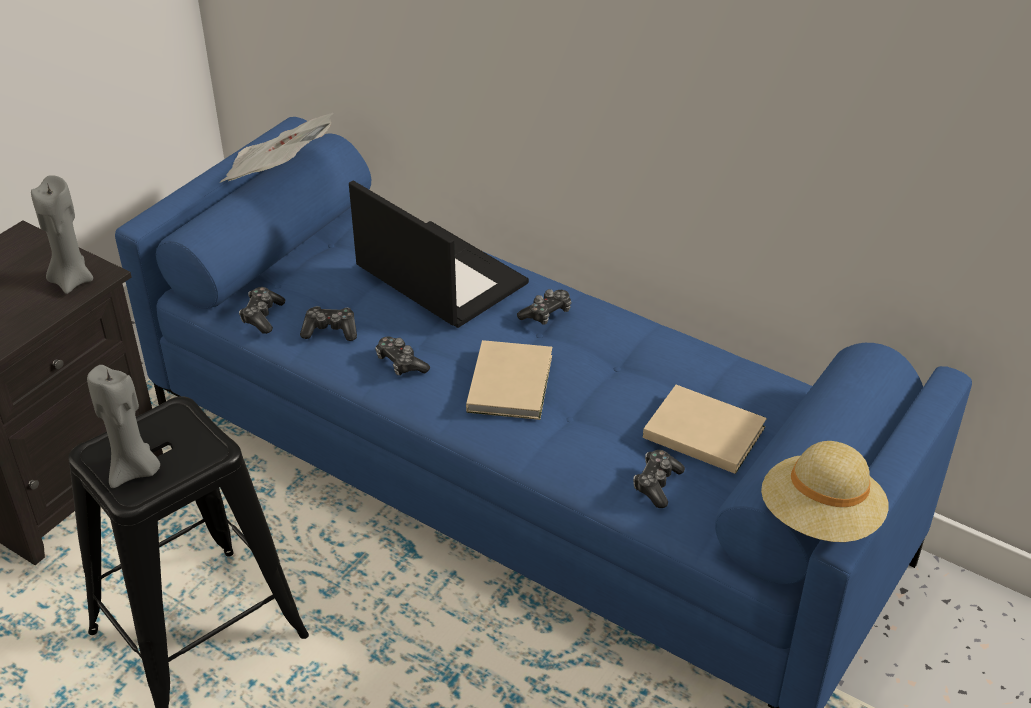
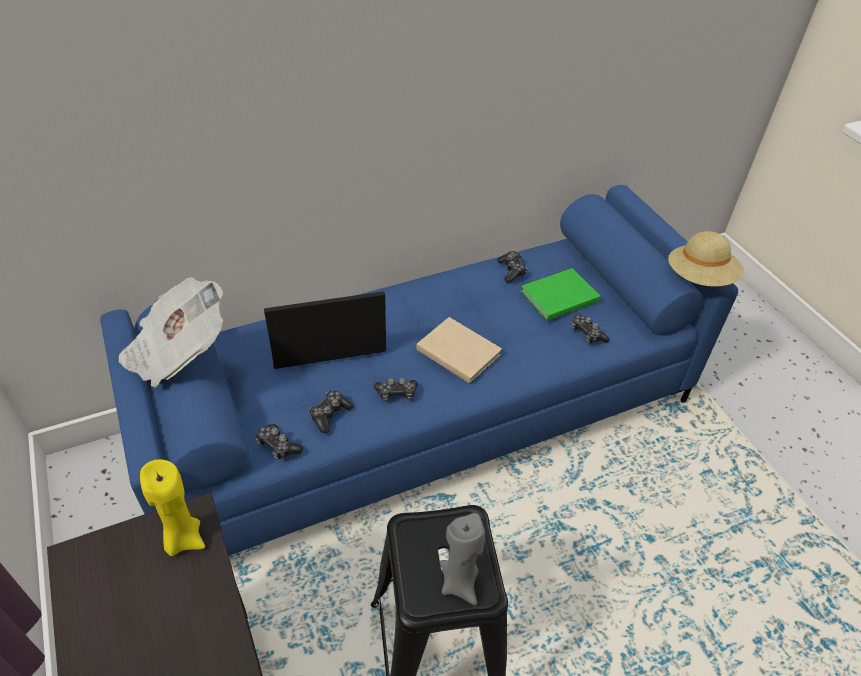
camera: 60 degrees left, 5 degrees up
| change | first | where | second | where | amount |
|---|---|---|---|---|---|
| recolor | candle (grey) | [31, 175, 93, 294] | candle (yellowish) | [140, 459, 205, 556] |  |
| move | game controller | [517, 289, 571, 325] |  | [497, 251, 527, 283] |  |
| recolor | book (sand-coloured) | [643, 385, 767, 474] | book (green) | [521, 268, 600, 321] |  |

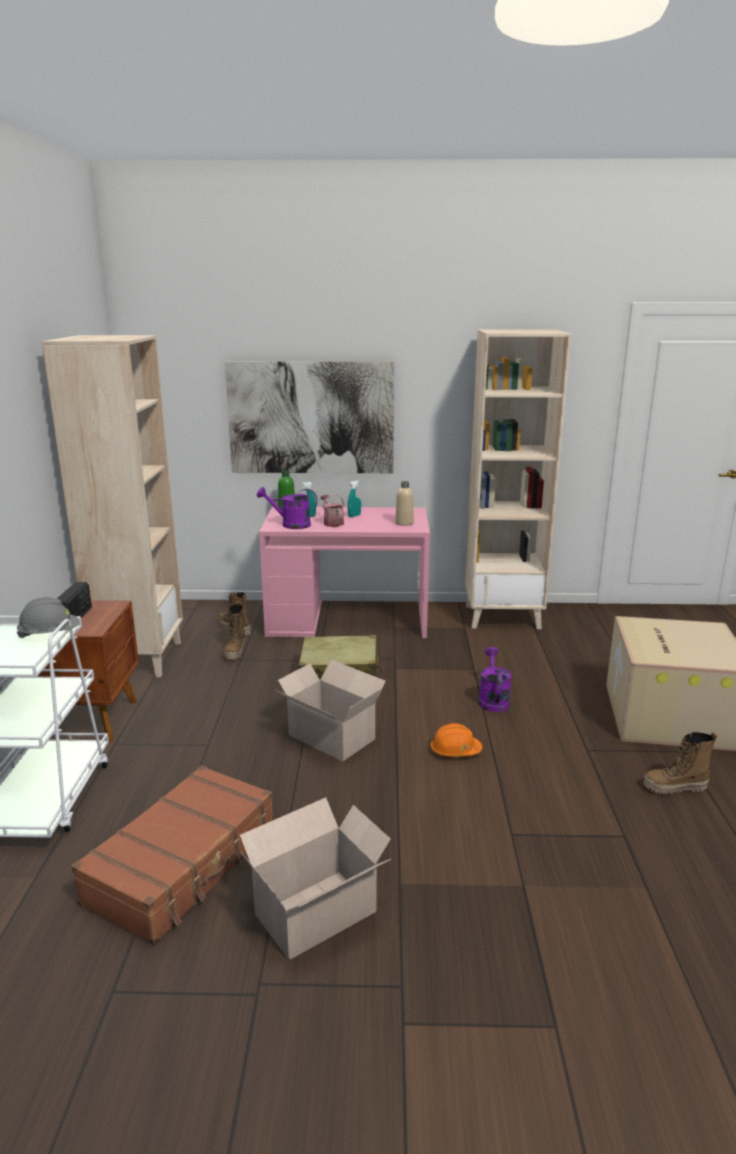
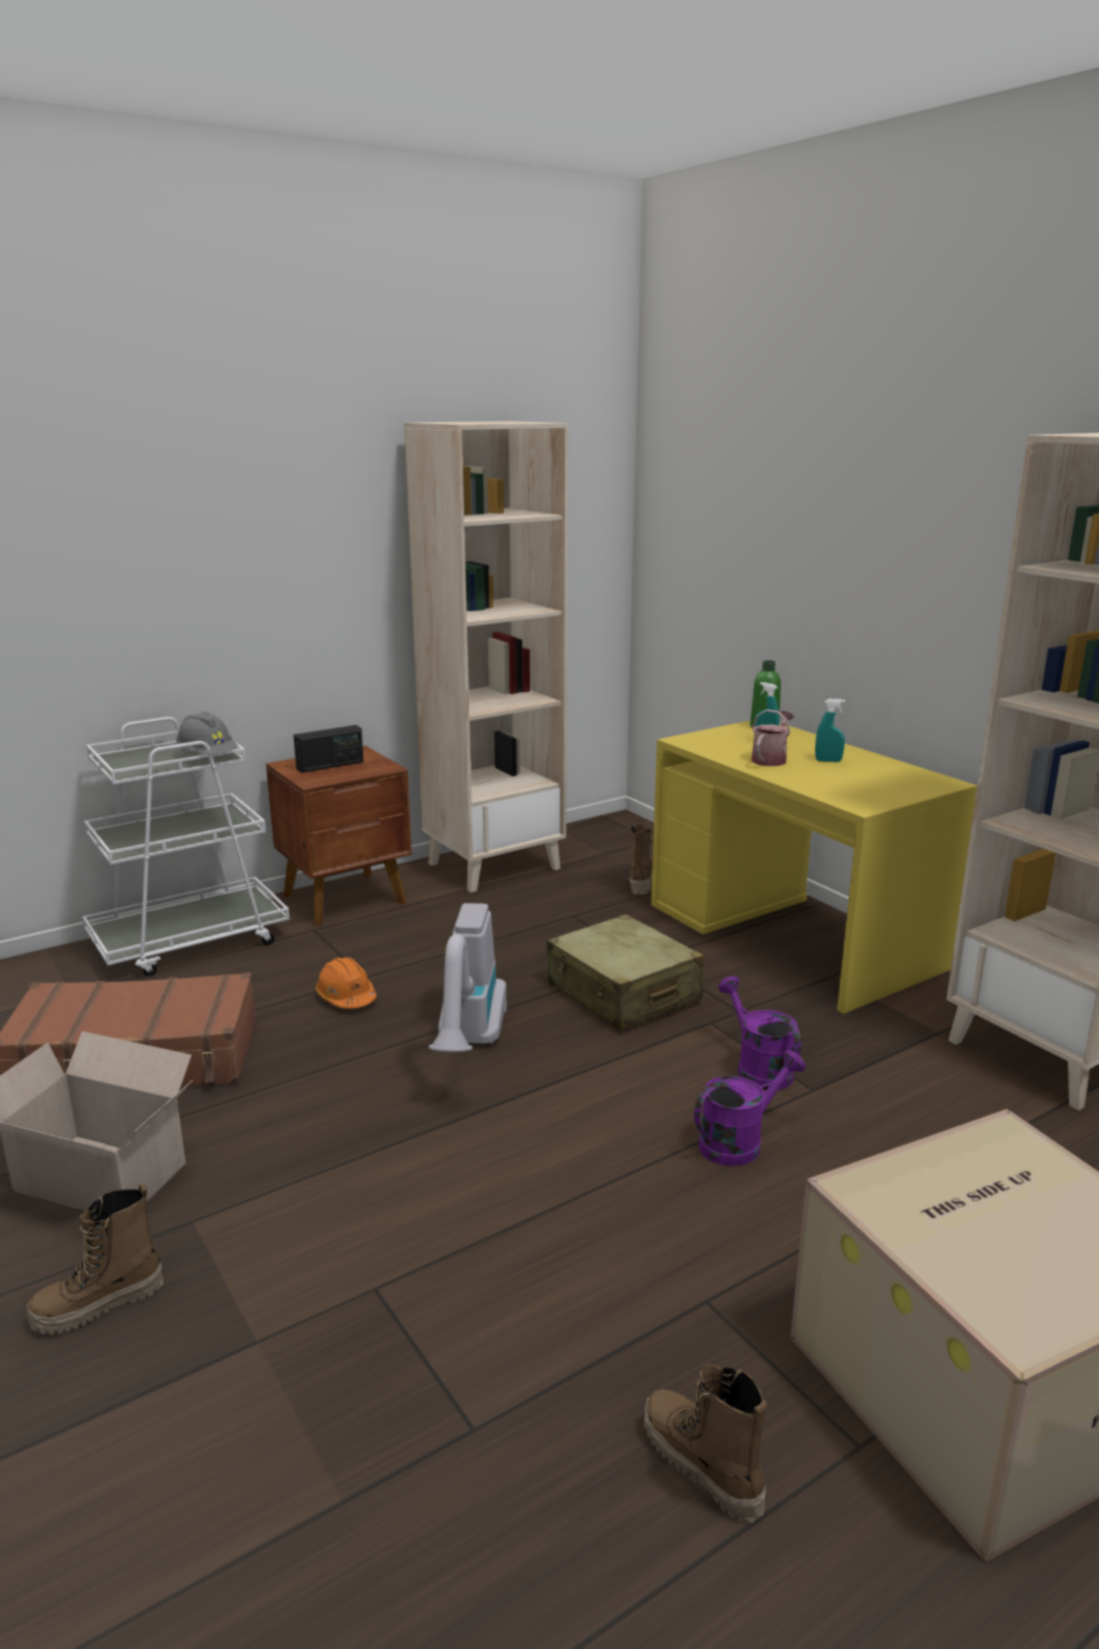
camera: 55 degrees right, 0 degrees up
| change | first | where | second | where | amount |
|---|---|---|---|---|---|
| delete | wall art | [225, 361, 395, 473] |  |  |  |
| delete | bottle (sand-coloured) | [395, 481, 414, 526] |  |  |  |
| move | watering pot (purple) | [257, 487, 317, 529] |  | [718, 976, 801, 1090] |  |
| recolor | desk table (pinkish) | [259, 507, 430, 638] | desk table (yellowish) | [651, 721, 977, 1014] |  |
| move | boot | [223, 601, 245, 659] |  | [27, 1183, 163, 1335] |  |
| replace | packing box | [274, 660, 386, 762] | hoover | [428, 903, 507, 1052] |  |
| move | work helmet (orange) | [430, 723, 483, 757] |  | [315, 957, 377, 1009] |  |

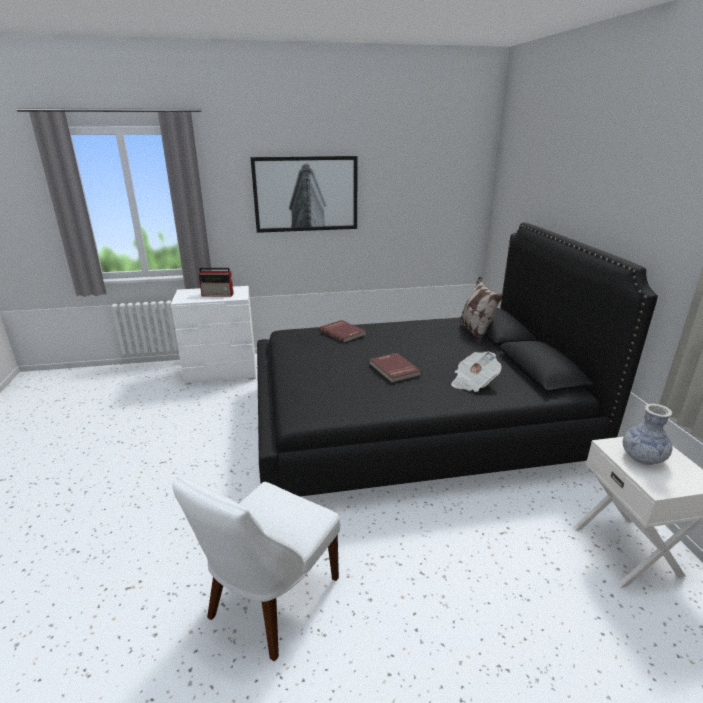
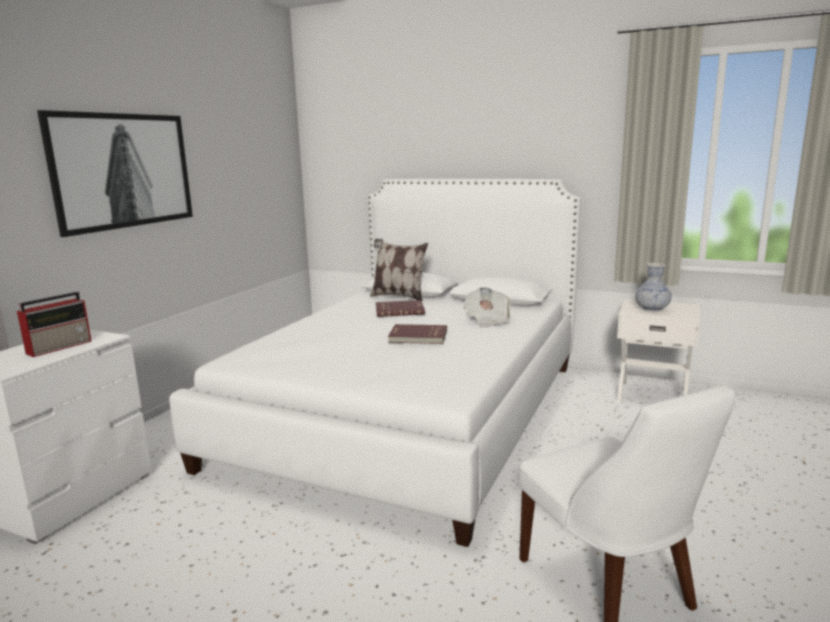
camera: 55 degrees left, 10 degrees down
| change | first | where | second | where | amount |
|---|---|---|---|---|---|
| recolor | sleeping bed (black) | [257, 222, 658, 497] | sleeping bed (whitish) | [169, 179, 581, 547] |  |
| move | book (reddish) | [319, 320, 366, 343] |  | [376, 300, 425, 317] |  |

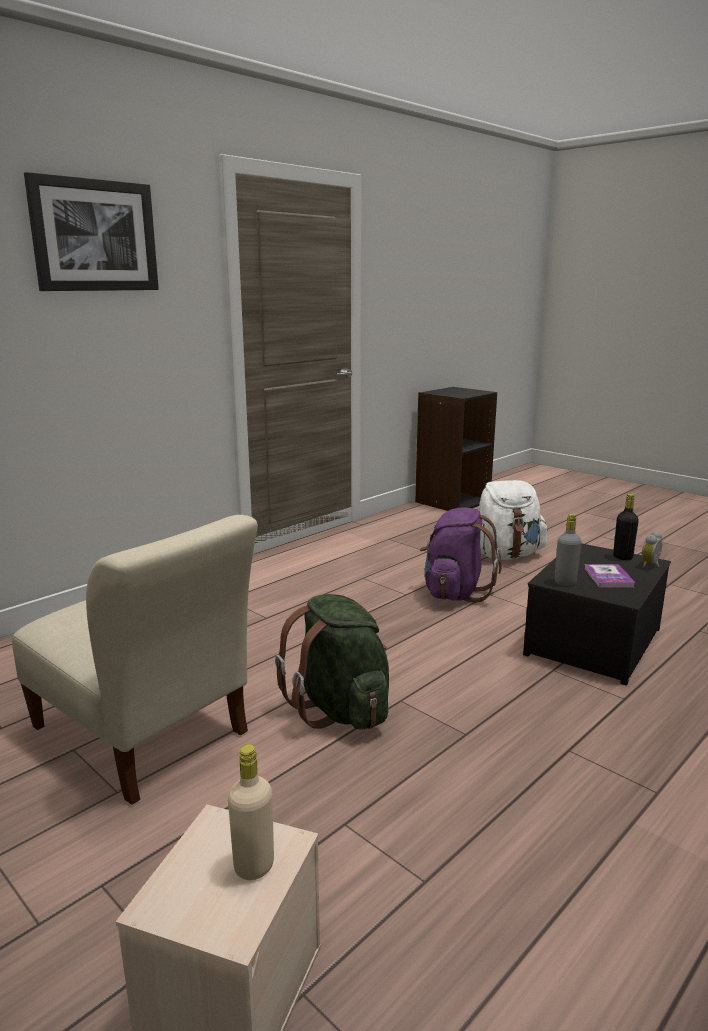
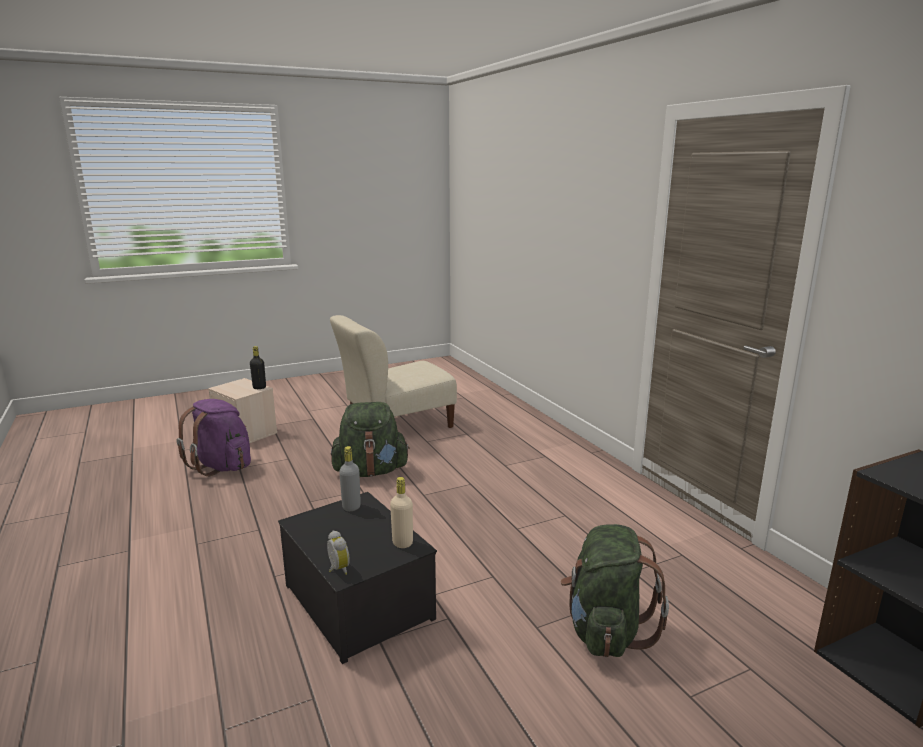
camera: 110 degrees right, 0 degrees up
| change | first | where | second | where | amount |
|---|---|---|---|---|---|
| delete | wall art | [24, 172, 159, 291] |  |  |  |
| recolor | backpack (whitish) | [479, 480, 548, 560] | backpack (green) | [560, 524, 669, 657] |  |
| move | bottle (black) | [613, 494, 639, 560] |  | [250, 346, 266, 389] |  |
| move | backpack (purple) | [420, 507, 502, 603] |  | [177, 399, 251, 476] |  |
| delete | book | [585, 564, 636, 587] |  |  |  |
| move | bottle (sand-coloured) | [228, 744, 274, 880] |  | [390, 477, 413, 548] |  |

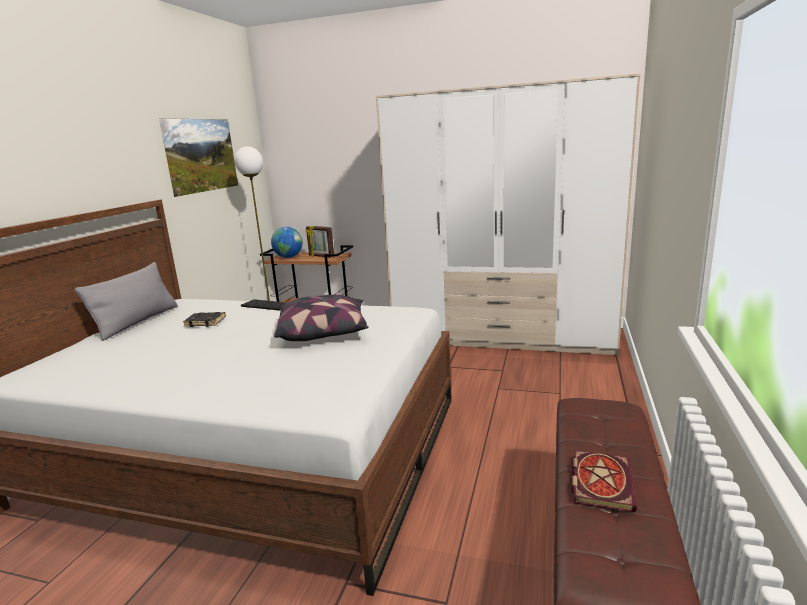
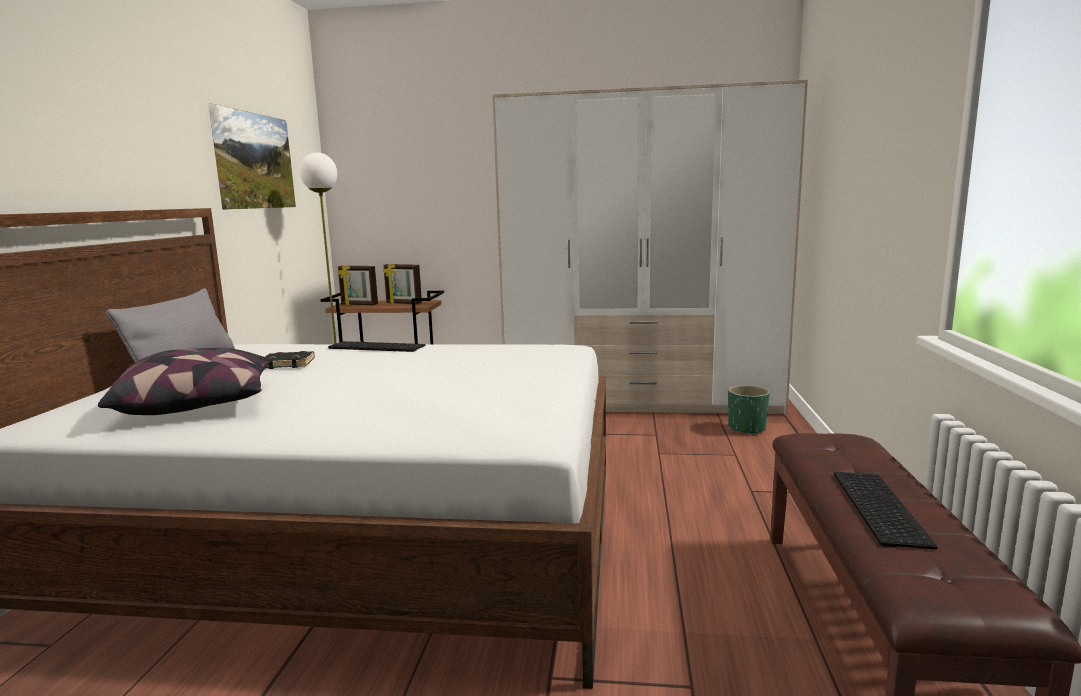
camera: 10 degrees left, 5 degrees down
| change | first | where | second | where | amount |
|---|---|---|---|---|---|
| replace | world globe | [271, 227, 303, 258] | photo frame | [338, 265, 378, 305] |  |
| move | pillow | [274, 295, 369, 341] |  | [98, 348, 274, 415] |  |
| replace | book | [571, 450, 637, 512] | computer keyboard | [834, 472, 938, 550] |  |
| insert |  |  | plant pot (green) | [728, 385, 770, 435] |  |

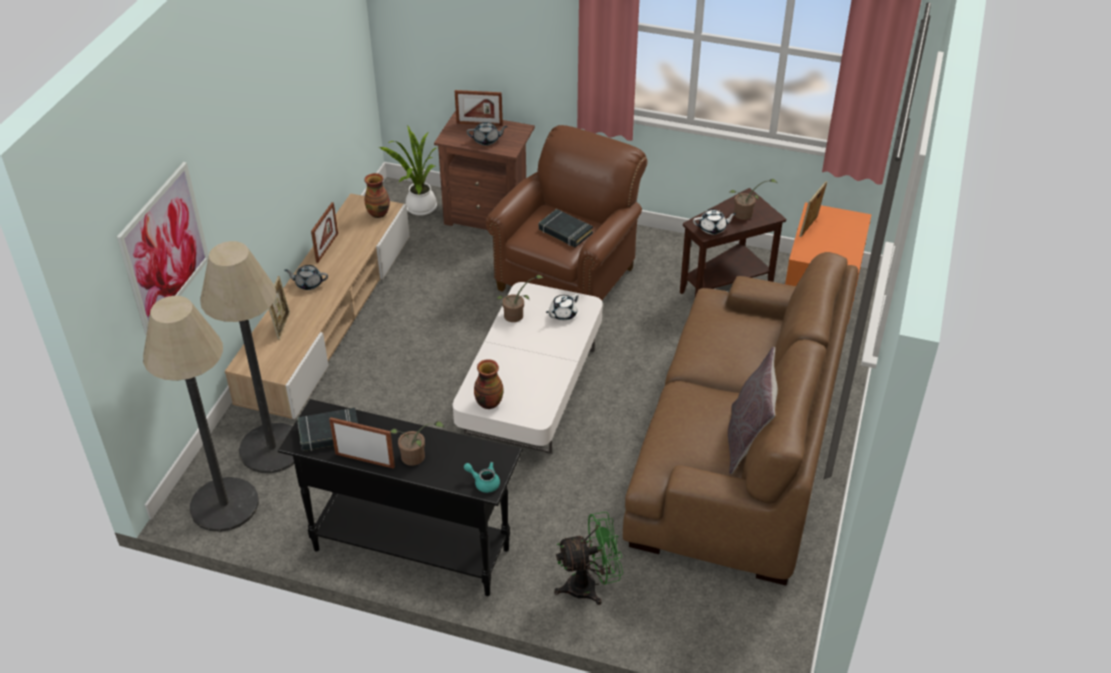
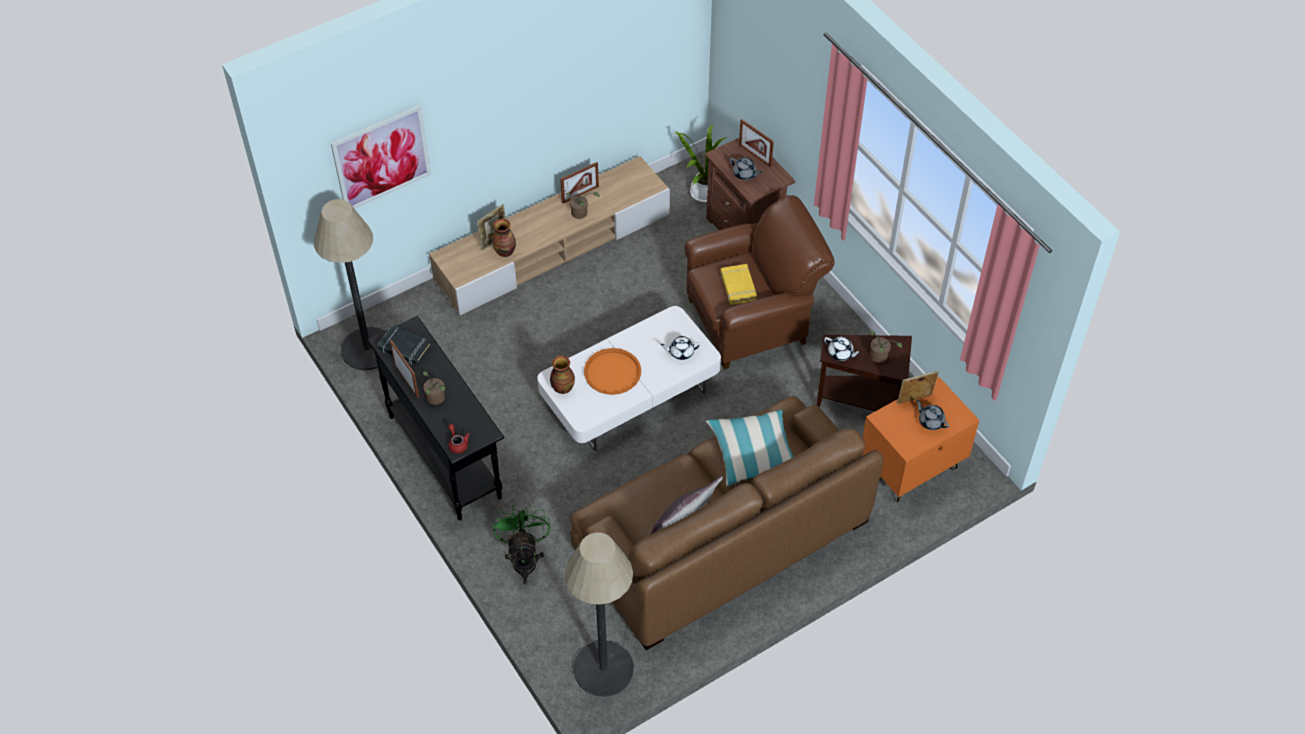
camera: 40 degrees right, 10 degrees up
| change | first | where | second | where | amount |
|---|---|---|---|---|---|
| move | decorative vase | [364, 173, 390, 218] |  | [493, 219, 516, 257] |  |
| recolor | book (black) | [539, 209, 593, 247] | book (yellowish) | [721, 264, 757, 305] |  |
| move | standard lamp | [200, 241, 294, 473] |  | [564, 533, 634, 697] |  |
| move | pot for tea (grey) | [284, 265, 328, 290] |  | [916, 400, 949, 430] |  |
| move | houseplant | [497, 275, 543, 322] |  | [565, 192, 600, 219] |  |
| recolor | pot for tea (blue-green) | [464, 462, 500, 493] | pot for tea (reddish) | [448, 424, 470, 454] |  |
| rotate | fan (green) | [554, 512, 623, 605] |  | [493, 505, 550, 585] | 120 degrees counterclockwise |
| insert |  |  | tray (orange) | [584, 348, 641, 395] |  |
| insert |  |  | pillow | [706, 410, 793, 486] |  |

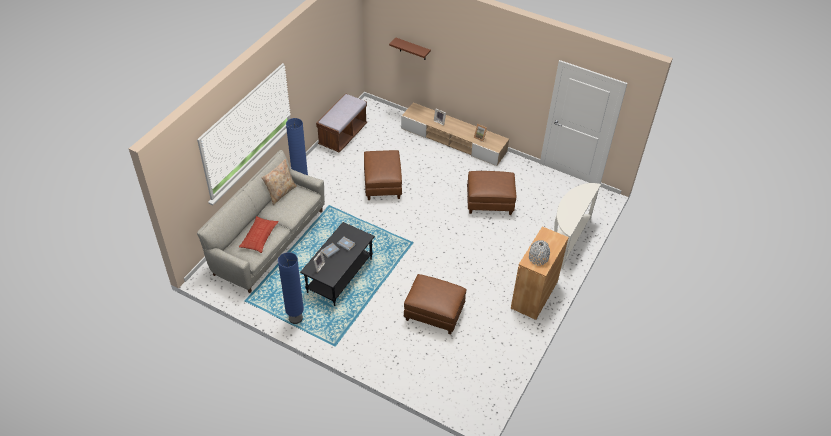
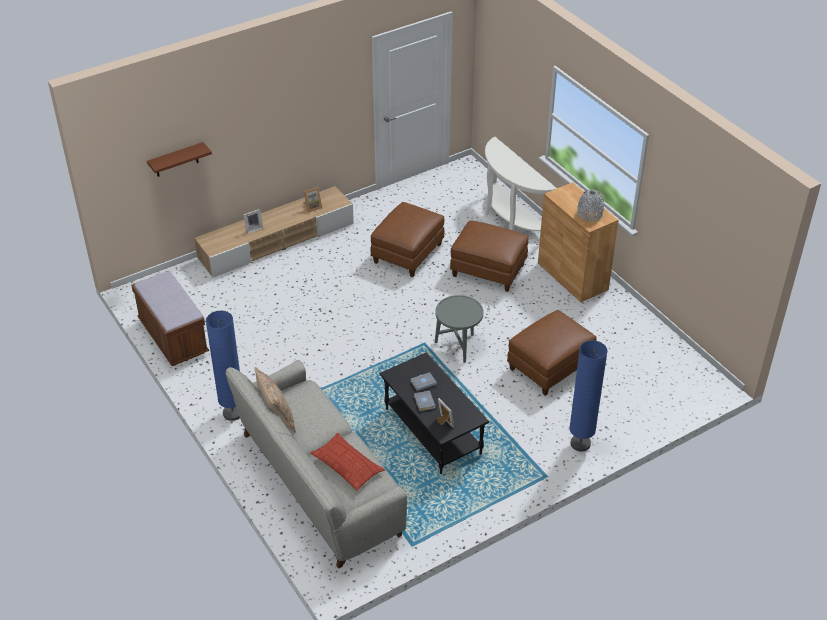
camera: 60 degrees left, 5 degrees down
| change | first | where | second | where | amount |
|---|---|---|---|---|---|
| move | ottoman (brown) | [364, 150, 402, 200] |  | [450, 220, 529, 292] |  |
| move | standard lamp (bluish) | [278, 252, 304, 324] |  | [569, 340, 608, 452] |  |
| insert |  |  | side table (grey) | [435, 295, 484, 363] |  |

